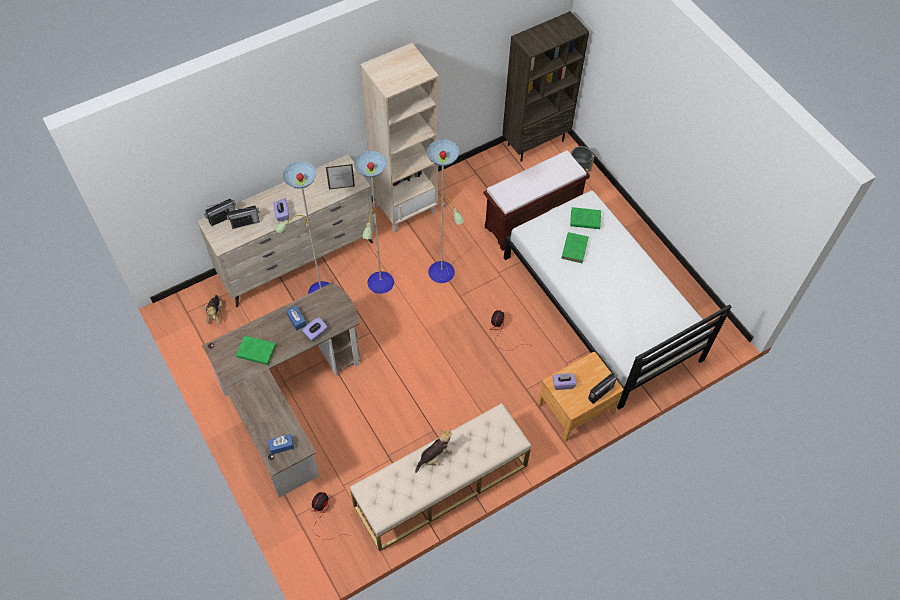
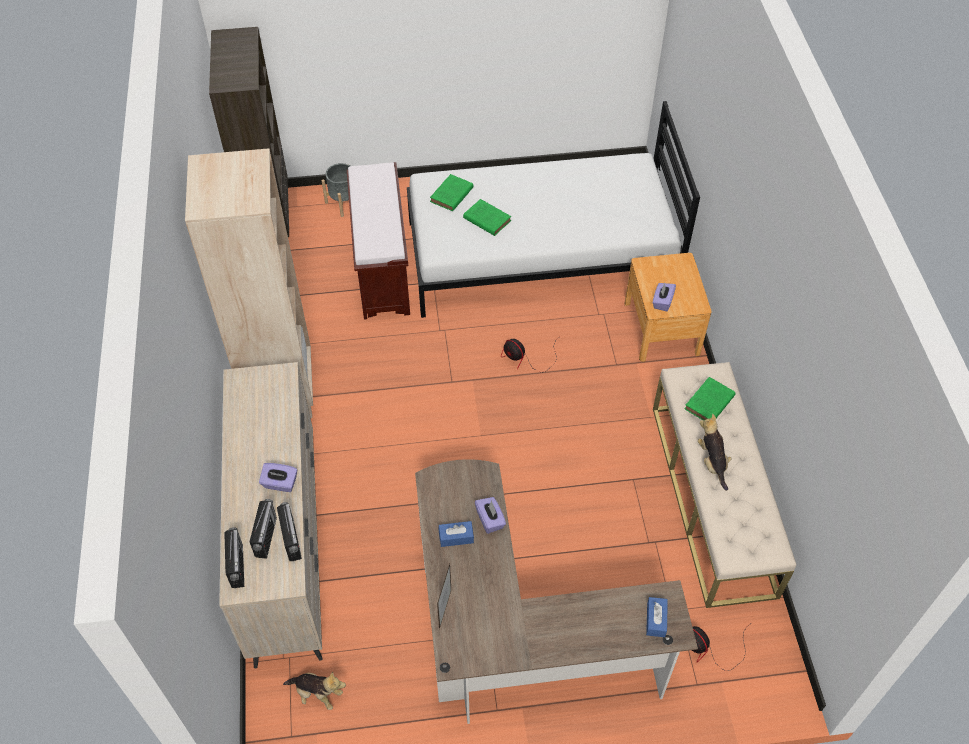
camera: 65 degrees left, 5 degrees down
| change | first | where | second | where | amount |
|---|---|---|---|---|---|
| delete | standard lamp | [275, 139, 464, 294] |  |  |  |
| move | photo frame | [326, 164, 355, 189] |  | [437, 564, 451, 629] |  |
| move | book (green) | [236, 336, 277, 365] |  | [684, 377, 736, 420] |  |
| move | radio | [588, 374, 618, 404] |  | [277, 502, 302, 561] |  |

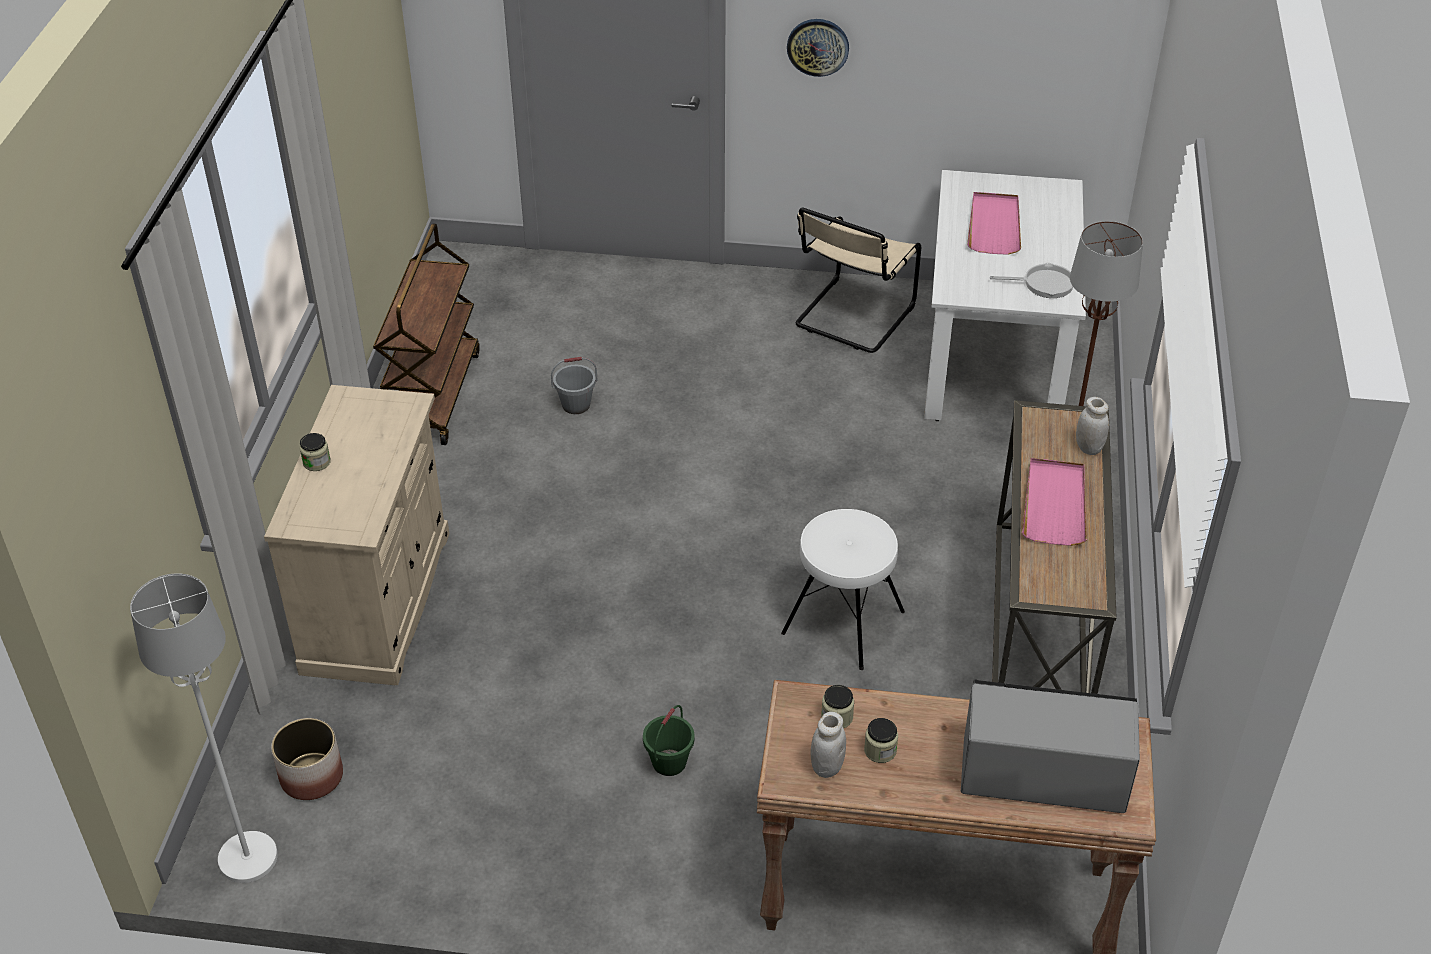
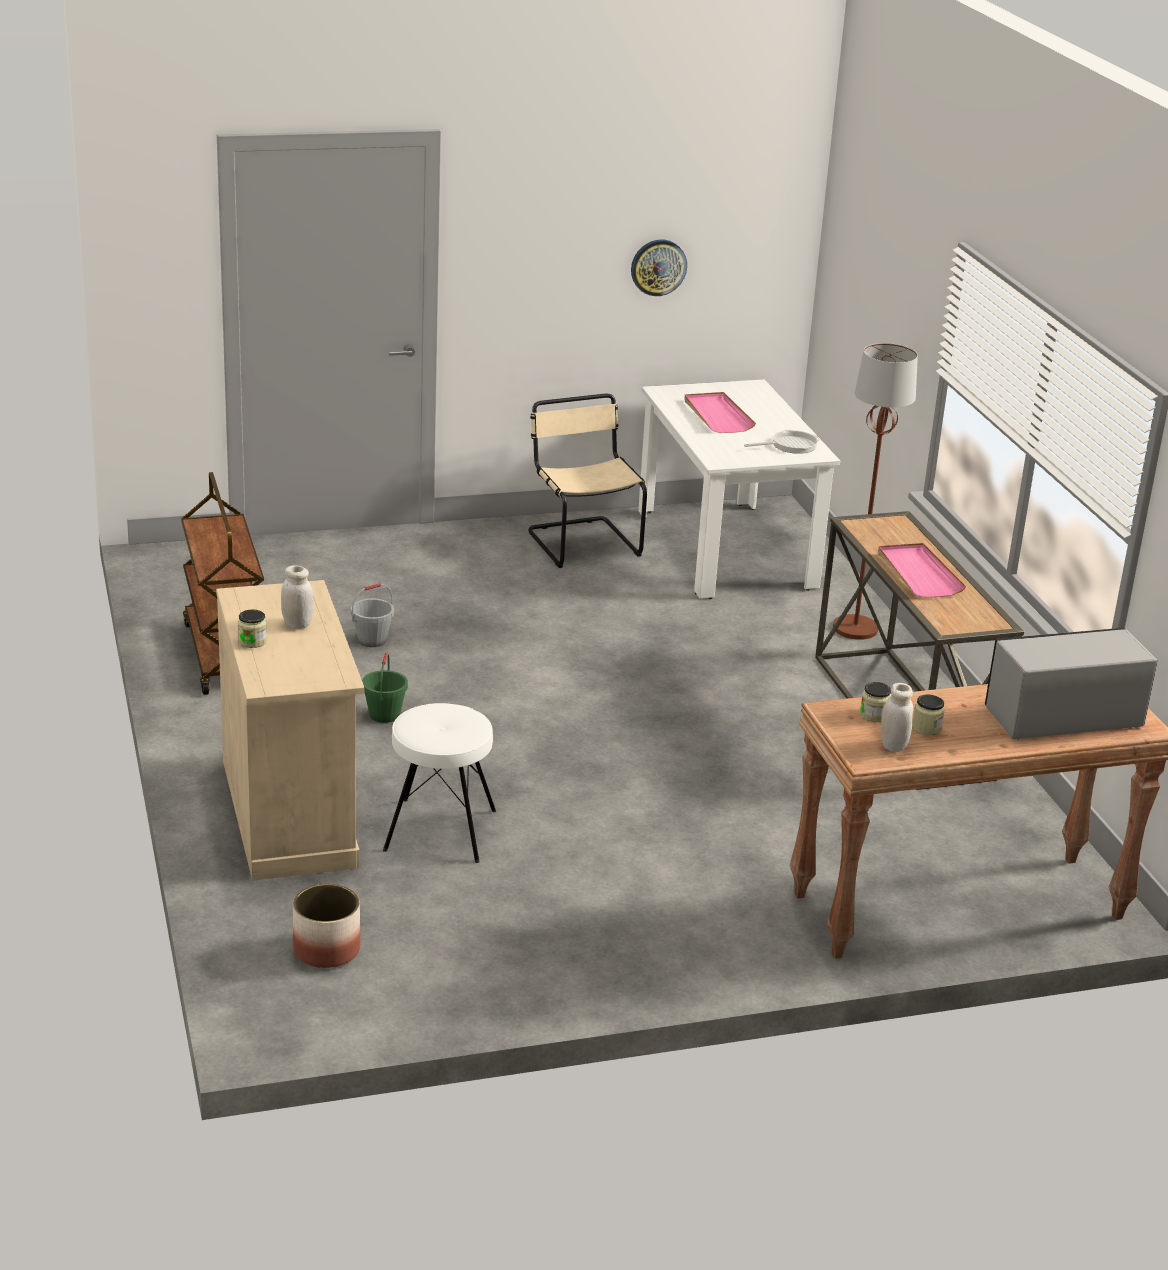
camera: 25 degrees left, 15 degrees down
| change | first | where | second | where | amount |
|---|---|---|---|---|---|
| move | clock on the wall | [787, 19, 849, 77] |  | [631, 239, 687, 296] |  |
| rotate | upright chair (sand-coloured) | [796, 208, 921, 353] |  | [528, 394, 647, 568] | 150 degrees clockwise |
| move | preserve jar (whitish) | [1076, 397, 1109, 455] |  | [281, 565, 313, 629] |  |
| move | stool seat (whitish) | [781, 509, 905, 670] |  | [383, 703, 496, 863] |  |
| delete | standard lamp (whitish) | [130, 573, 278, 883] |  |  |  |
| move | bucket (green) | [643, 705, 695, 776] |  | [362, 653, 408, 723] |  |

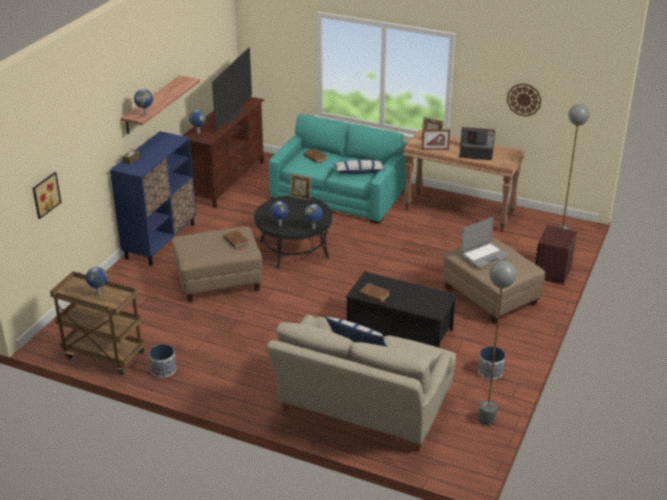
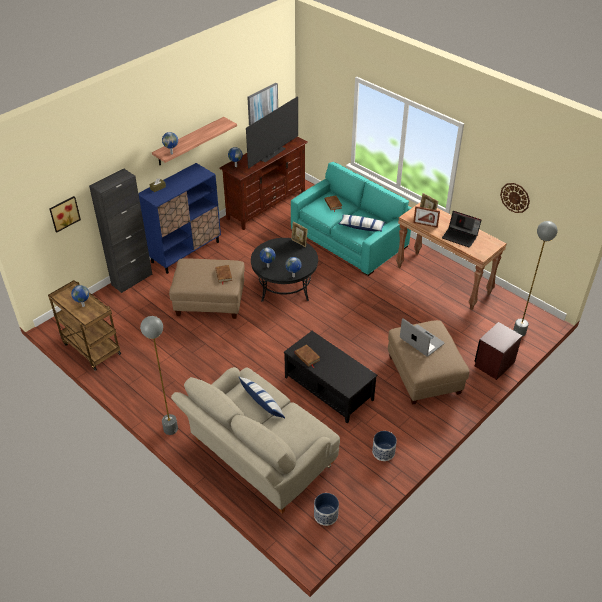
camera: 20 degrees right, 10 degrees up
| change | first | where | second | where | amount |
|---|---|---|---|---|---|
| rotate | notebook computer | [460, 217, 510, 268] |  | [400, 318, 444, 357] | 120 degrees counterclockwise |
| move | standard lamp (grey) | [478, 261, 516, 426] |  | [140, 316, 178, 435] |  |
| move | plant pot | [149, 344, 176, 378] |  | [314, 493, 339, 526] |  |
| insert |  |  | wall art | [247, 83, 278, 126] |  |
| insert |  |  | cupboard (black) | [89, 168, 152, 293] |  |

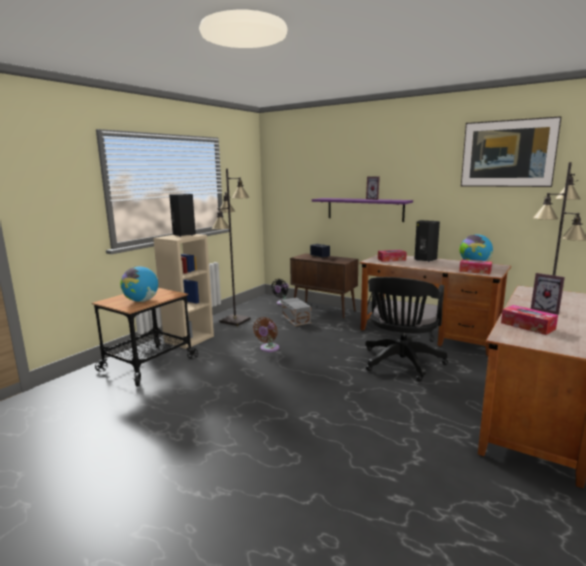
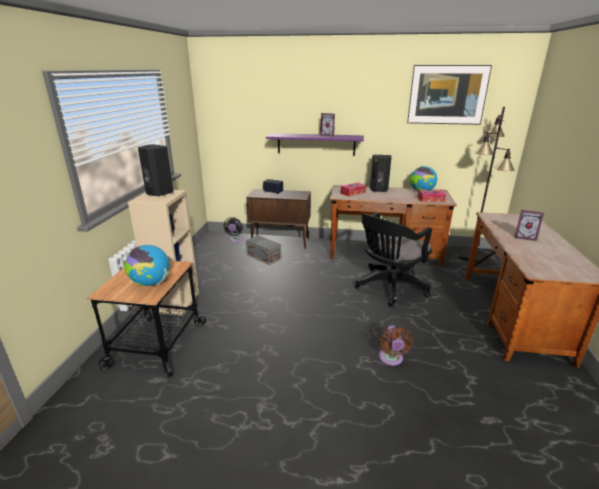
camera: 25 degrees left, 10 degrees up
| change | first | where | second | where | amount |
|---|---|---|---|---|---|
| delete | standard lamp (black) | [211, 169, 250, 326] |  |  |  |
| rotate | desk chair (black) | [365, 277, 448, 382] |  | [355, 212, 432, 307] | 45 degrees clockwise |
| delete | tissue box | [501, 305, 558, 335] |  |  |  |
| move | fan (brown) | [253, 317, 279, 352] |  | [379, 325, 413, 366] |  |

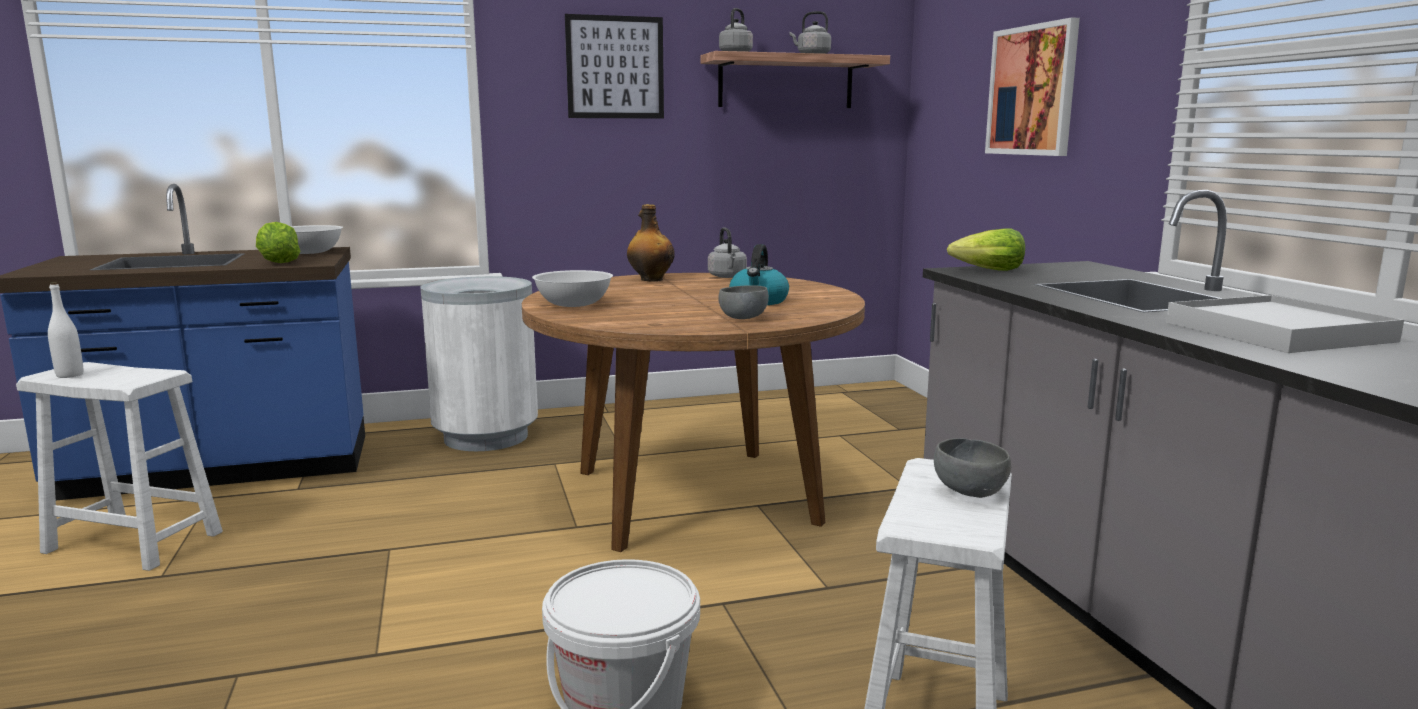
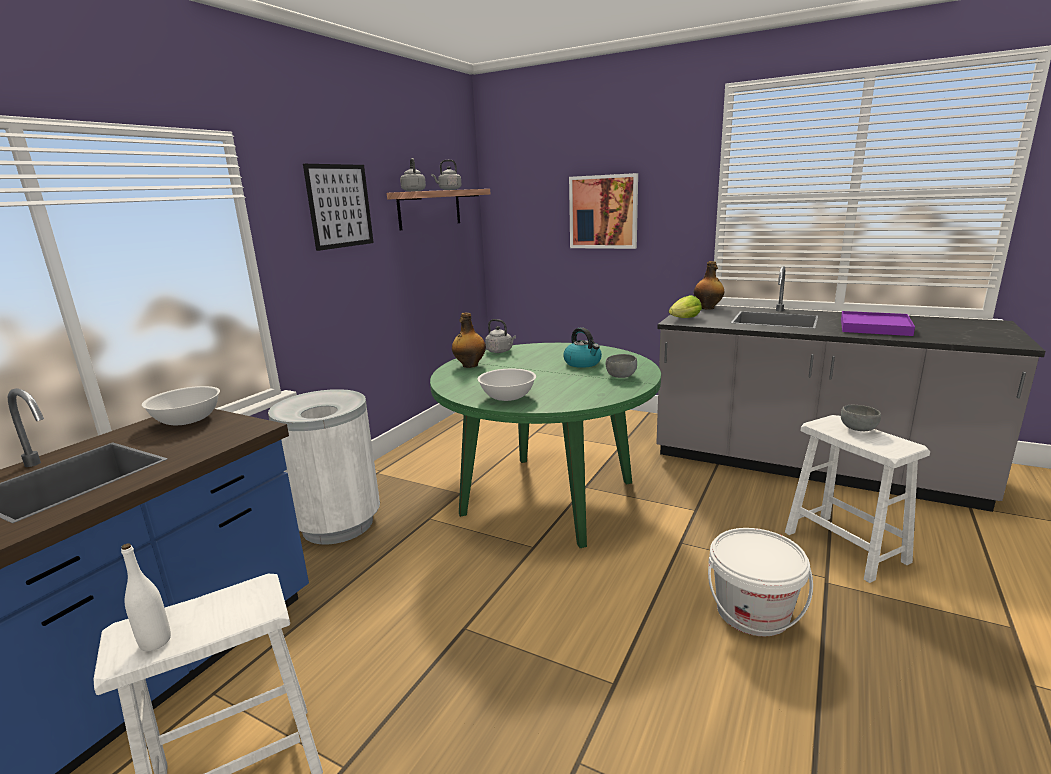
camera: 45 degrees left, 5 degrees up
| change | first | where | second | where | amount |
|---|---|---|---|---|---|
| delete | head of lettuce | [256, 222, 300, 263] |  |  |  |
| recolor | dining table (brown) | [522, 273, 865, 552] | dining table (green) | [430, 343, 661, 548] |  |
| recolor | tray (whitish) | [1166, 295, 1404, 353] | tray (purple) | [841, 311, 915, 336] |  |
| insert |  |  | bottle | [694, 261, 724, 309] |  |

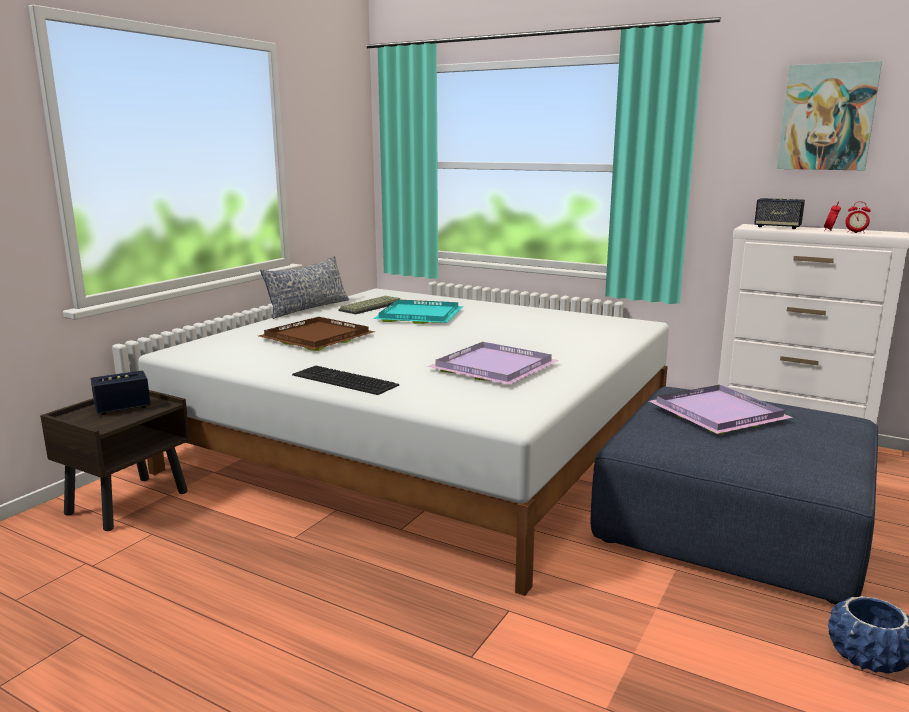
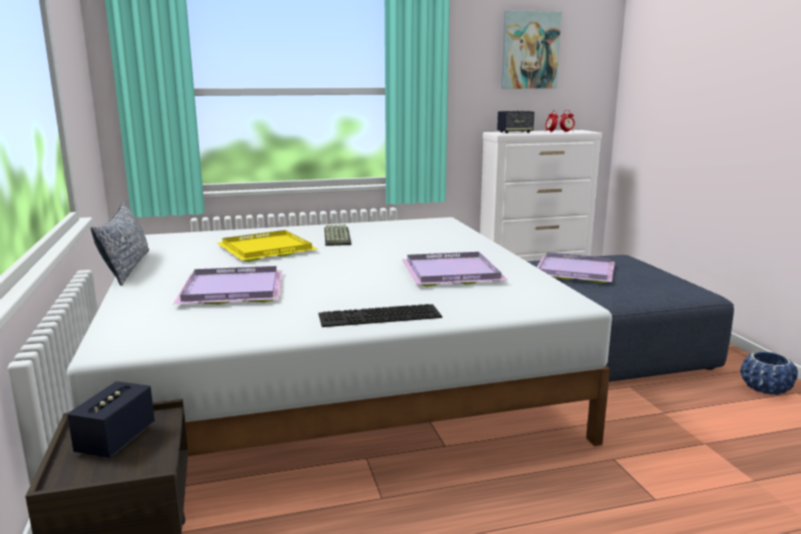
camera: 45 degrees left, 0 degrees up
| change | first | where | second | where | amount |
|---|---|---|---|---|---|
| move | computer keyboard | [339, 296, 400, 314] |  | [324, 224, 351, 246] |  |
| recolor | tray (blue-green) | [373, 299, 463, 324] | tray (yellowish) | [218, 230, 318, 262] |  |
| recolor | tray (brown) | [259, 317, 375, 351] | tray (purple) | [173, 266, 282, 305] |  |

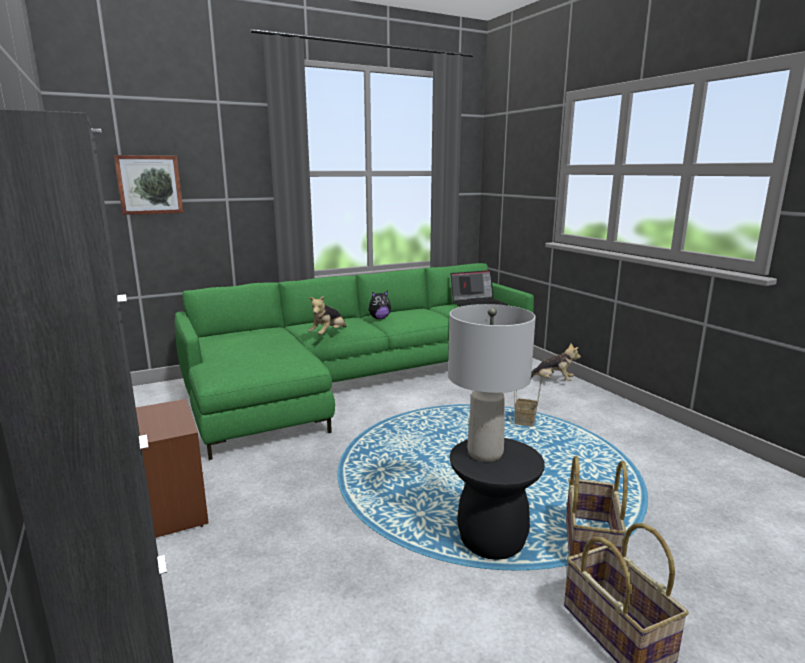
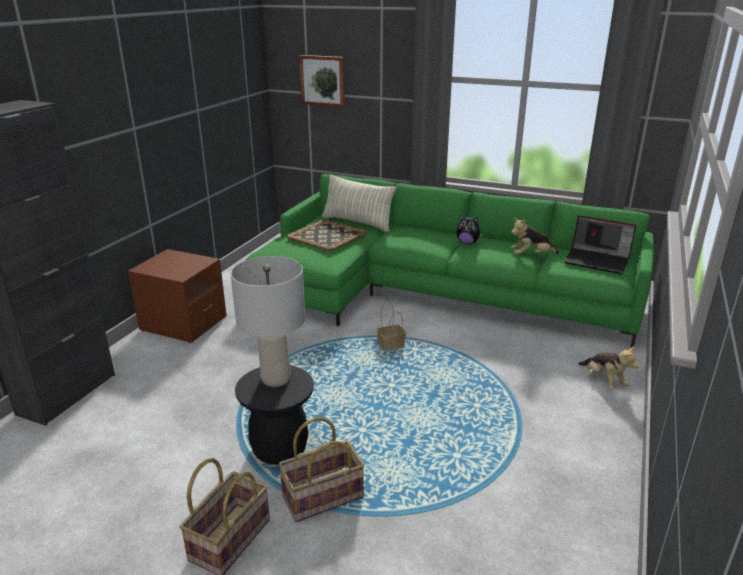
camera: 50 degrees right, 10 degrees up
| change | first | where | second | where | amount |
|---|---|---|---|---|---|
| move | soft toy | [308, 296, 347, 335] |  | [511, 217, 559, 254] |  |
| move | basket | [514, 379, 542, 427] |  | [377, 302, 406, 351] |  |
| insert |  |  | pillow | [322, 174, 397, 232] |  |
| insert |  |  | tray | [286, 220, 367, 251] |  |

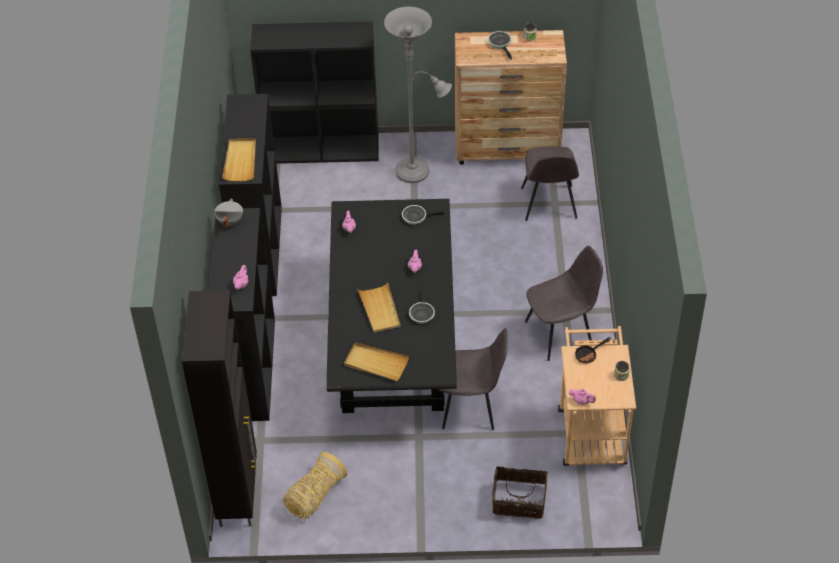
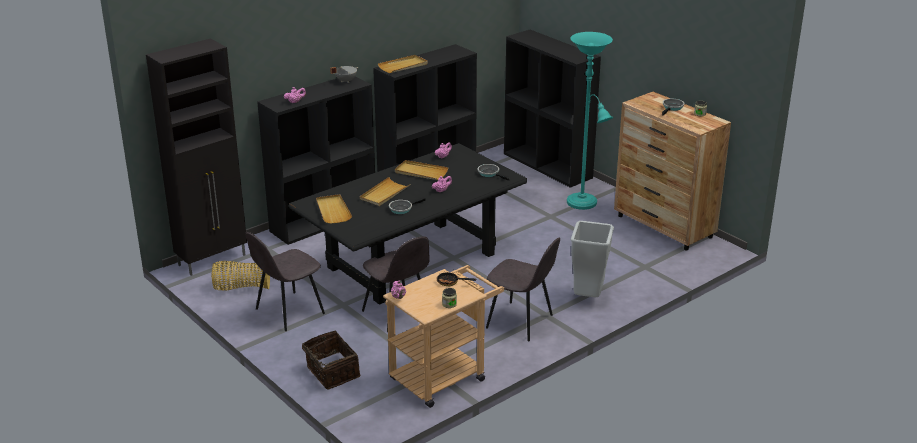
camera: 50 degrees right, 20 degrees down
| change | first | where | second | where | amount |
|---|---|---|---|---|---|
| recolor | standard lamp (grey) | [384, 7, 452, 183] | standard lamp (blue-green) | [567, 32, 613, 210] |  |
| move | upright chair (grey) | [521, 147, 579, 221] |  | [245, 232, 325, 331] |  |
| insert |  |  | tray (sand-coloured) | [395, 160, 448, 180] |  |
| insert |  |  | waste bin (grey) | [571, 221, 614, 298] |  |

